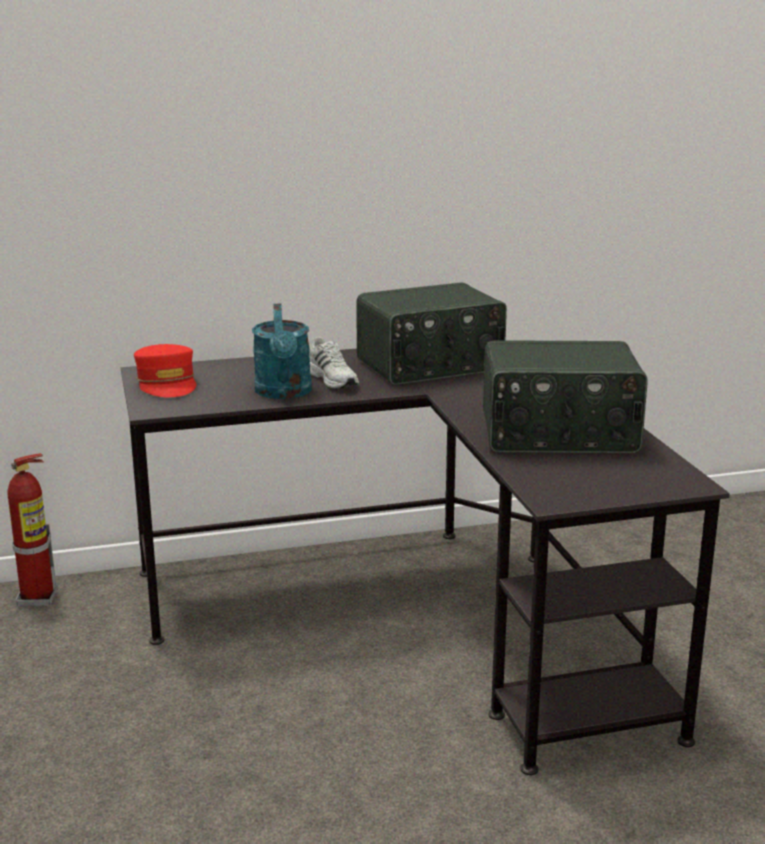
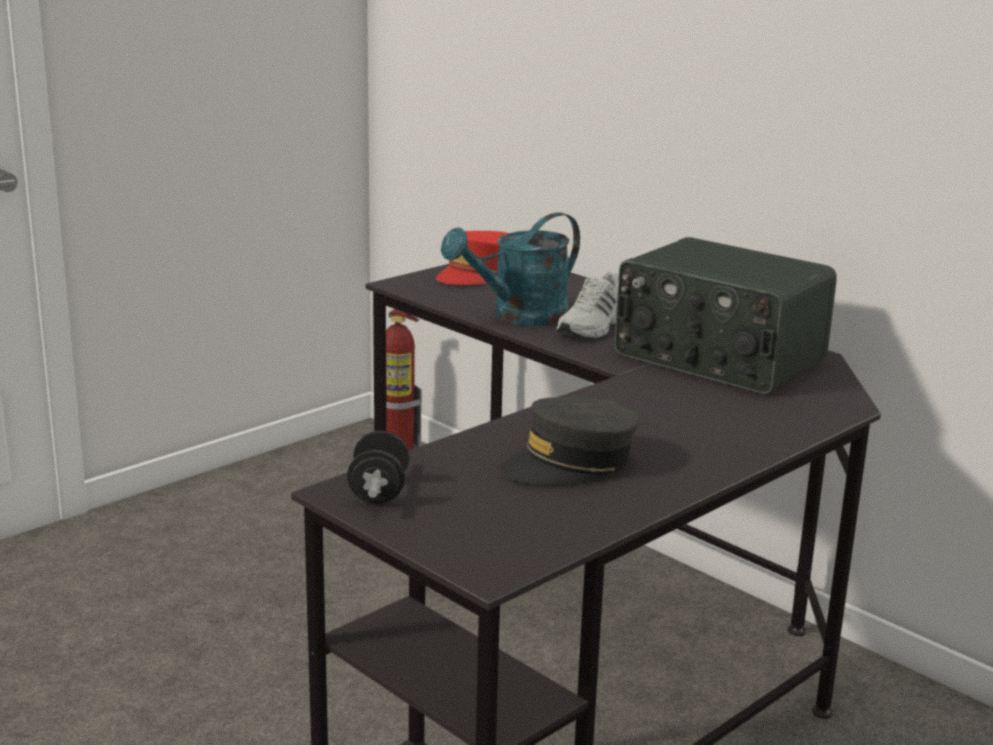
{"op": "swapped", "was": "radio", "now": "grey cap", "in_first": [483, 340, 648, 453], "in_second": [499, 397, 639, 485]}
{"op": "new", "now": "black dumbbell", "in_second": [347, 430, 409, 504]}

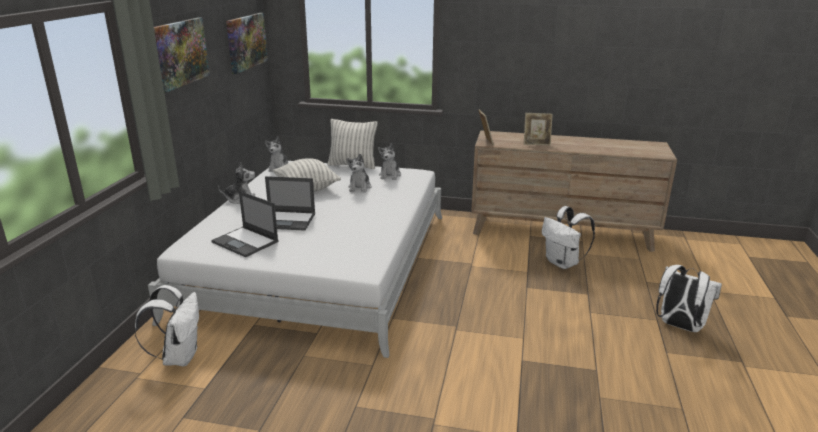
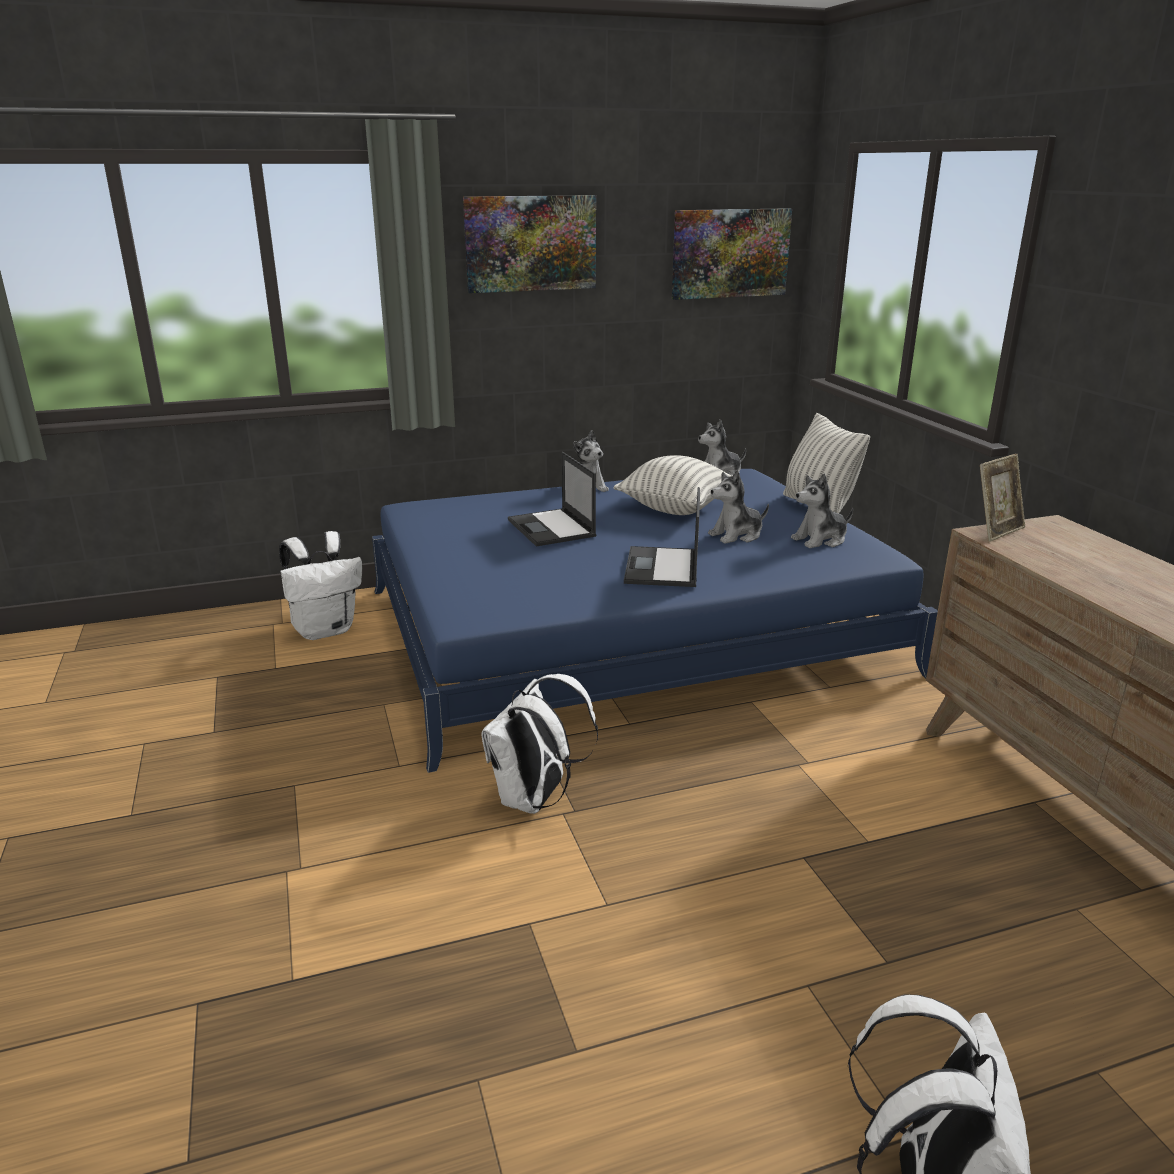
{"op": "gone", "was": "picture frame", "in_first": [524, 113, 553, 146]}
{"op": "repainted", "was": "white bed", "now": "blue bed", "in_first": [148, 161, 442, 358], "in_second": [372, 469, 938, 773]}
{"op": "shifted", "was": "laptop", "in_first": [211, 191, 279, 257], "in_second": [624, 487, 700, 587]}
{"op": "shifted", "was": "white backpack", "in_first": [542, 206, 595, 269], "in_second": [481, 674, 598, 814]}

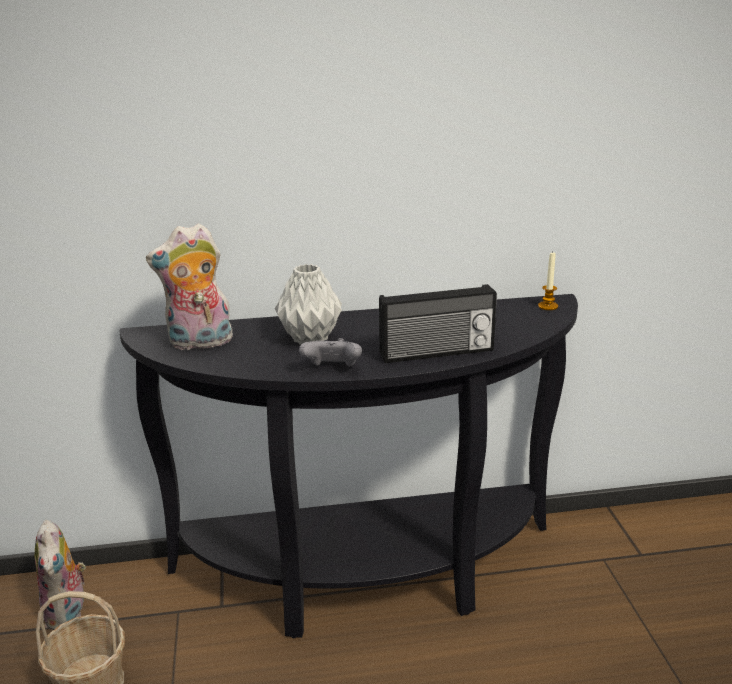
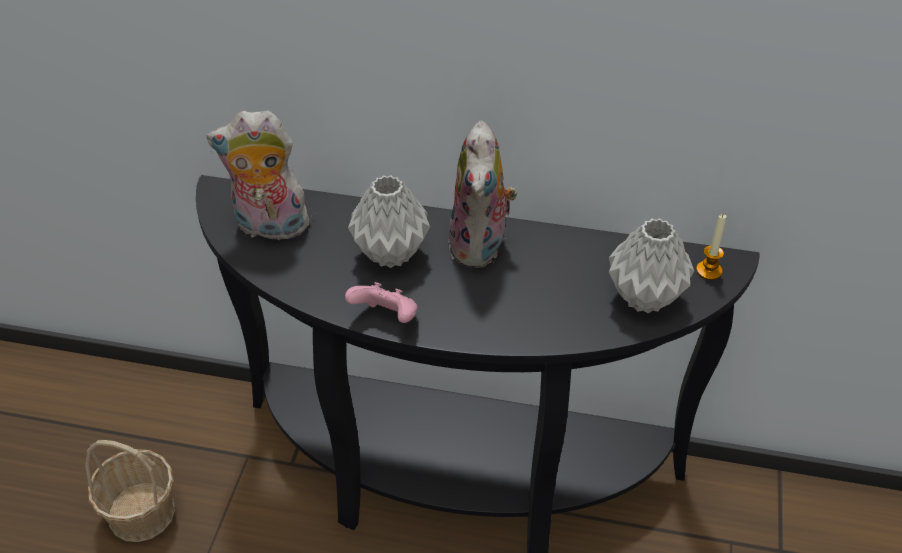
{"op": "gone", "was": "radio", "in_first": [379, 284, 497, 363]}
{"op": "repainted", "was": "grey game controller", "now": "pink game controller", "in_first": [299, 338, 362, 366], "in_second": [345, 282, 417, 323]}
{"op": "shifted", "was": "plush toy", "in_first": [35, 520, 86, 630], "in_second": [448, 121, 517, 268]}
{"op": "new", "now": "grey vase", "in_second": [609, 218, 694, 313]}

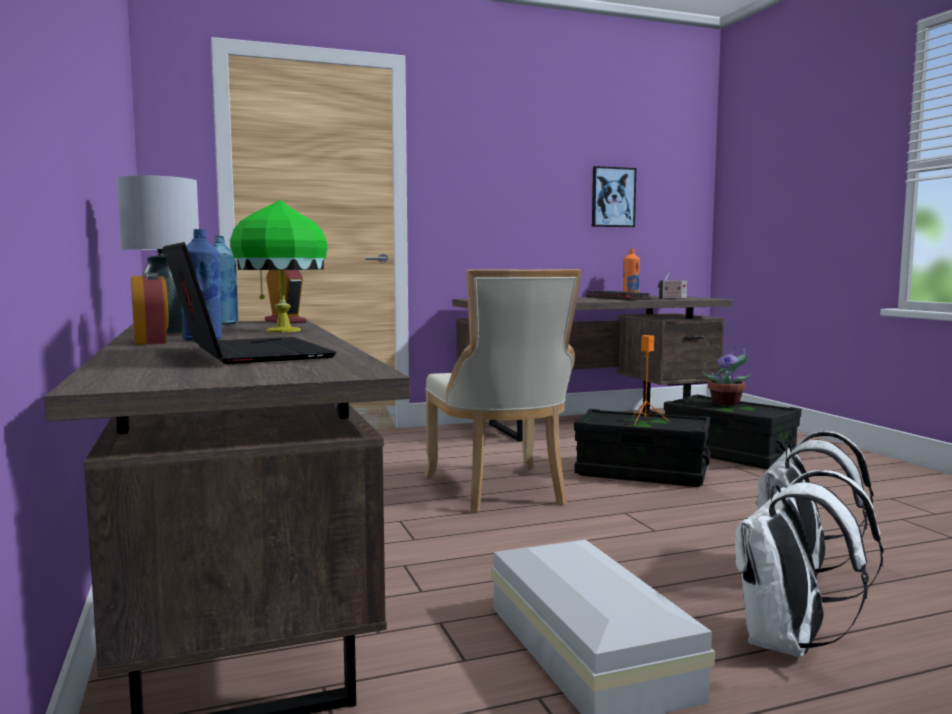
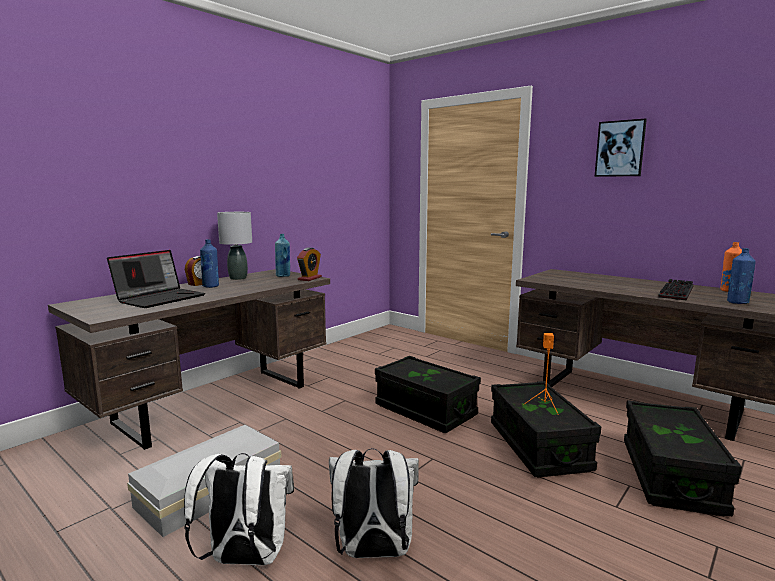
{"op": "shifted", "was": "picture", "in_first": [592, 166, 636, 227], "in_second": [595, 118, 647, 177]}
{"op": "gone", "was": "green table lamp", "in_first": [230, 200, 327, 332]}
{"op": "swapped", "was": "beige chair", "now": "black storage box", "in_first": [425, 269, 582, 513], "in_second": [375, 356, 481, 433]}
{"op": "swapped", "was": "radio", "now": "blue bottle", "in_first": [658, 270, 687, 299], "in_second": [727, 248, 756, 304]}
{"op": "gone", "was": "potted plant", "in_first": [702, 346, 751, 405]}

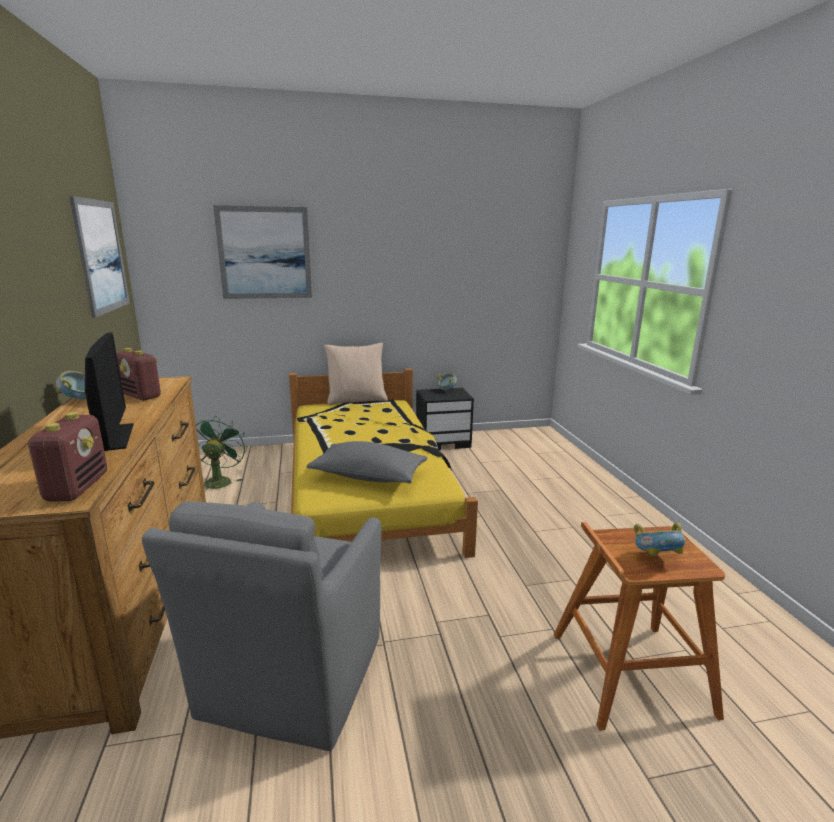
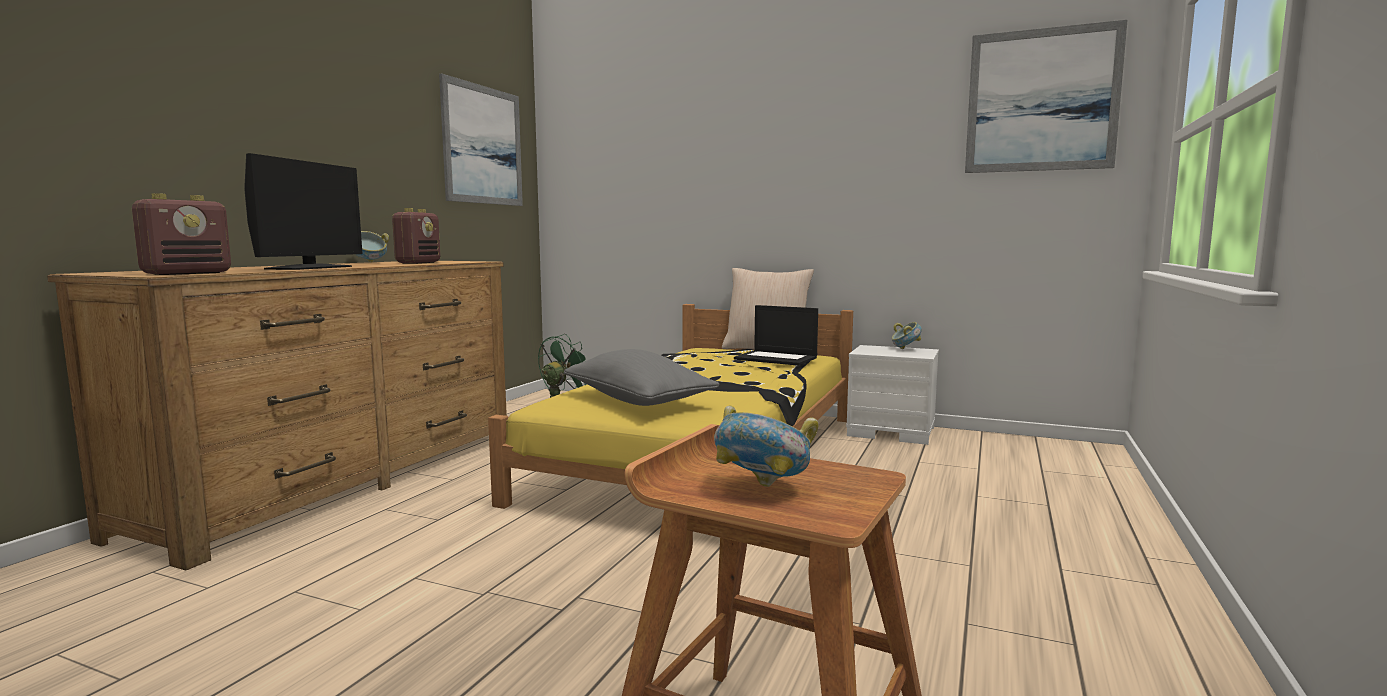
{"op": "shifted", "was": "picture", "in_first": [213, 205, 312, 299], "in_second": [965, 20, 1127, 173]}
{"op": "rotated", "was": "radio", "in_first": [116, 348, 161, 401], "in_second": [392, 208, 440, 264], "clockwise": -150}
{"op": "repainted", "was": "black nightstand", "now": "white nightstand", "in_first": [416, 388, 474, 450], "in_second": [846, 345, 939, 445]}
{"op": "gone", "was": "grey armchair", "in_first": [142, 501, 381, 751]}
{"op": "new", "now": "laptop", "in_second": [734, 305, 818, 366]}

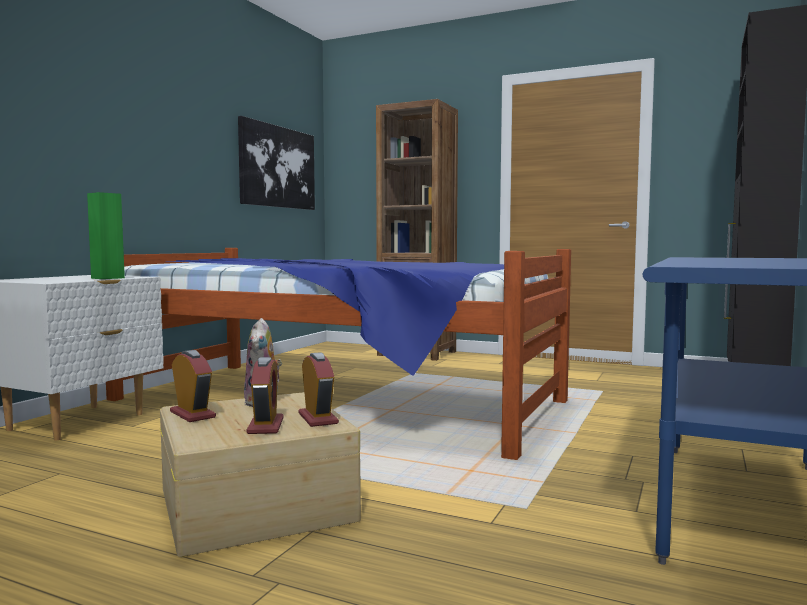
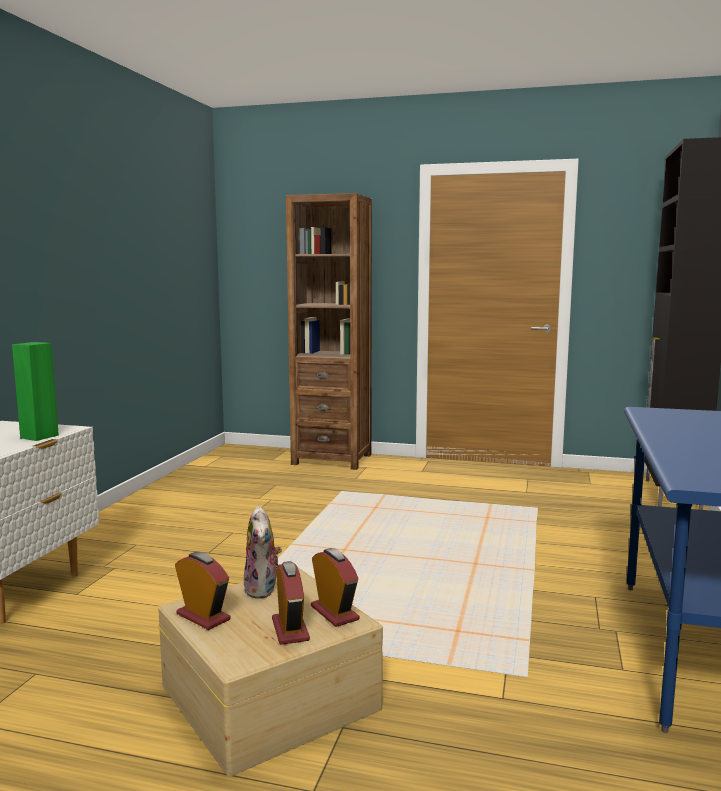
{"op": "gone", "was": "picture", "in_first": [238, 116, 315, 210]}
{"op": "gone", "was": "bed", "in_first": [106, 248, 571, 460]}

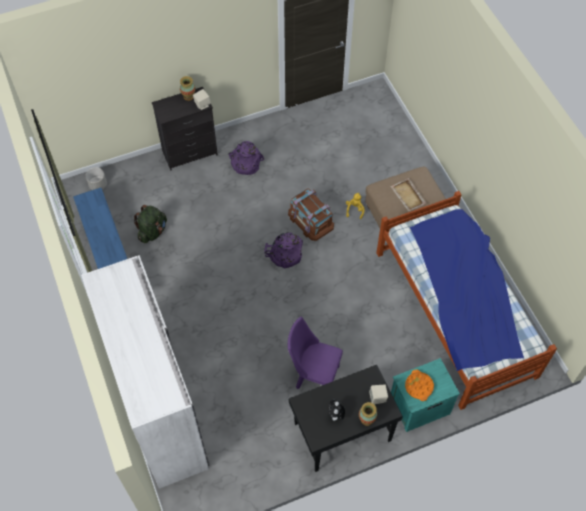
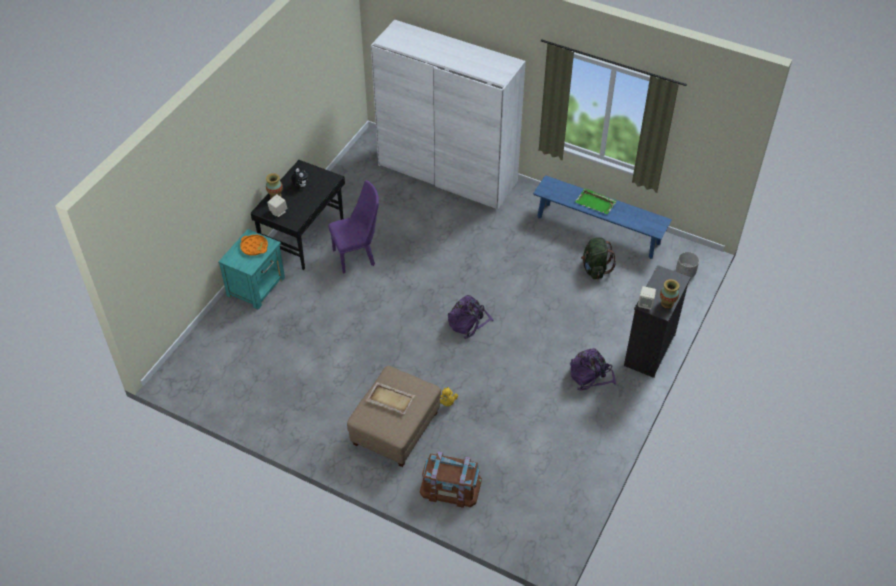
{"op": "shifted", "was": "brown storage box", "in_first": [288, 188, 334, 241], "in_second": [420, 451, 482, 508]}
{"op": "gone", "was": "bed", "in_first": [376, 191, 557, 410]}
{"op": "new", "now": "green tray", "in_second": [575, 188, 617, 214]}

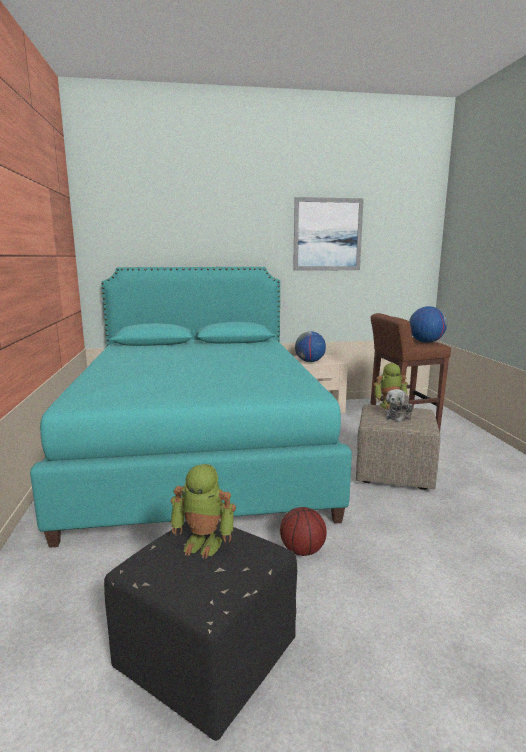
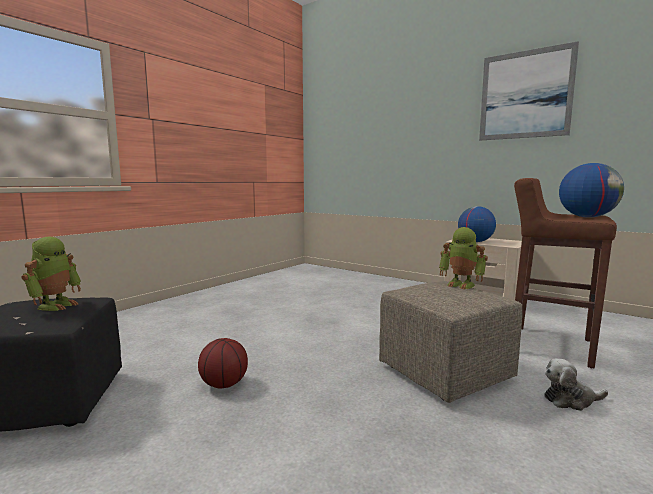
{"op": "gone", "was": "turquoise bed", "in_first": [30, 267, 352, 548]}
{"op": "shifted", "was": "plush toy", "in_first": [385, 389, 413, 422], "in_second": [545, 358, 608, 411]}
{"op": "rotated", "was": "toy robot", "in_first": [170, 464, 236, 559], "in_second": [22, 237, 81, 311], "clockwise": -135}

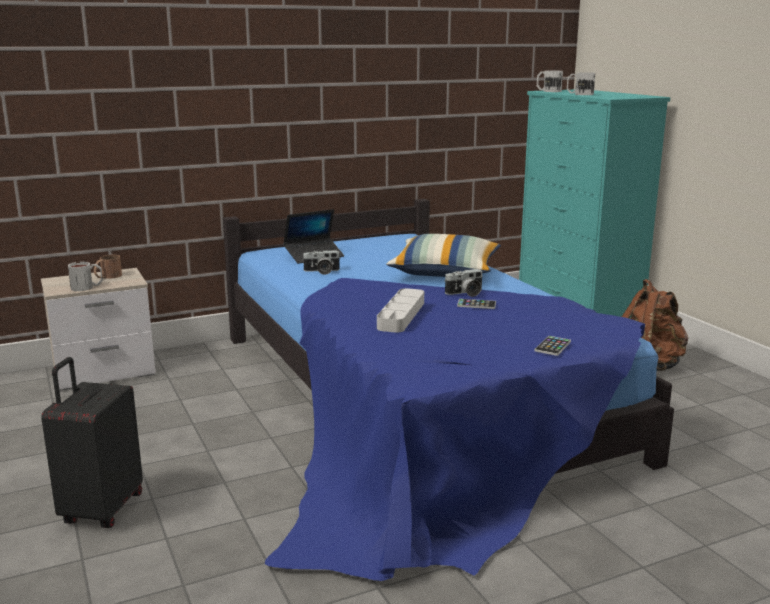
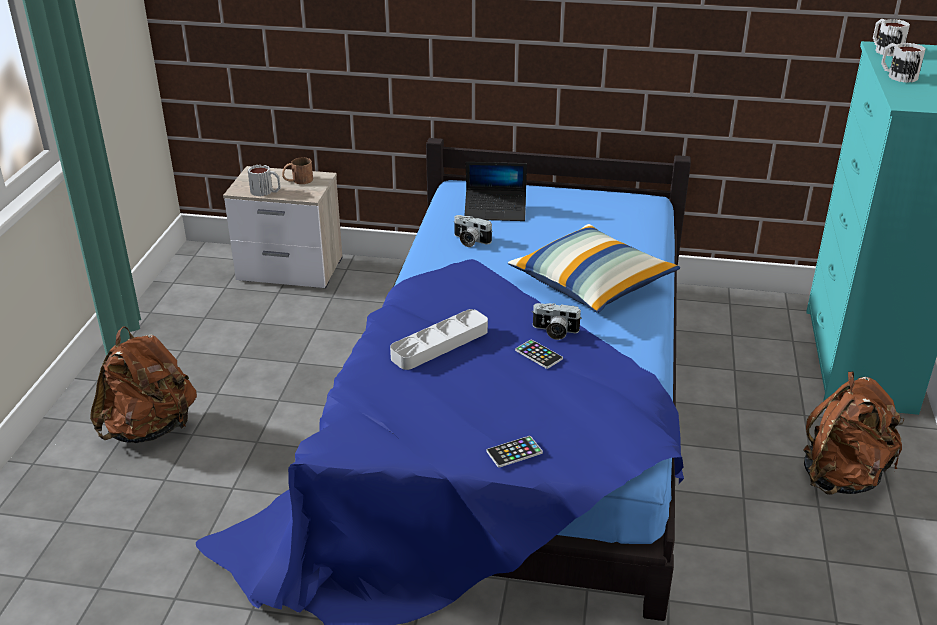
{"op": "swapped", "was": "black suitcase", "now": "brown backpack", "in_first": [41, 357, 143, 528], "in_second": [90, 327, 197, 443]}

